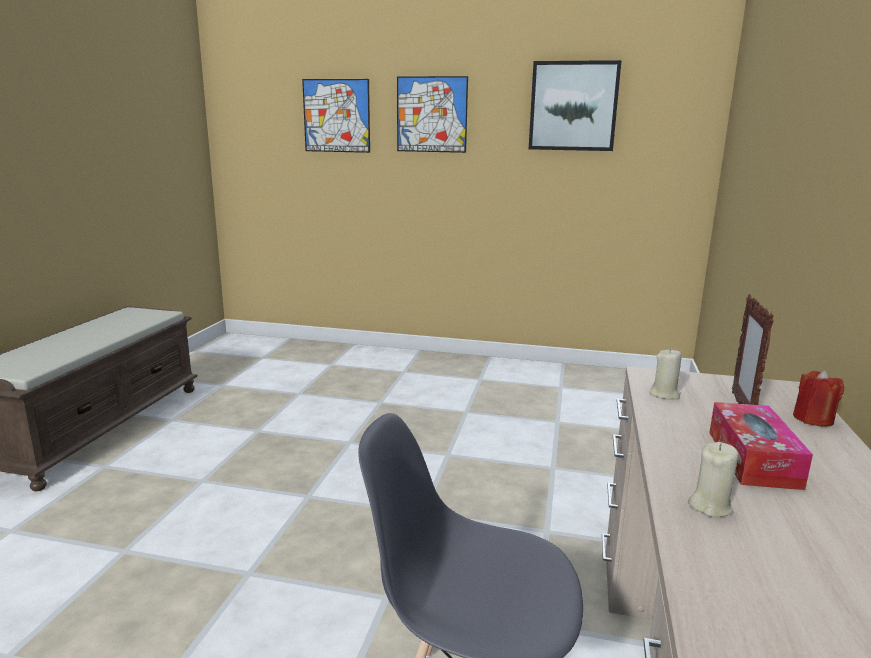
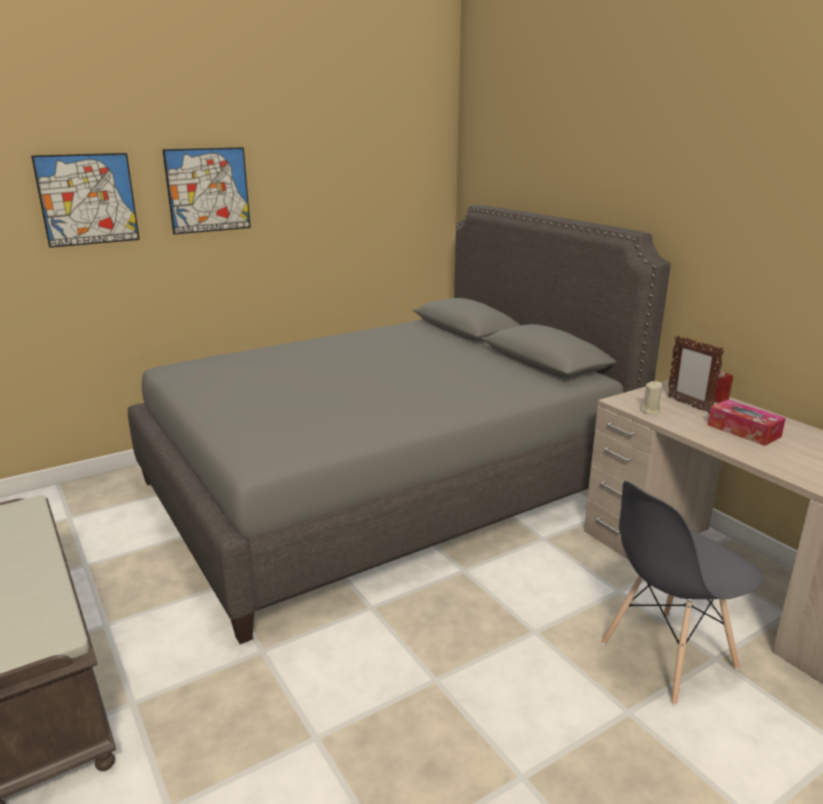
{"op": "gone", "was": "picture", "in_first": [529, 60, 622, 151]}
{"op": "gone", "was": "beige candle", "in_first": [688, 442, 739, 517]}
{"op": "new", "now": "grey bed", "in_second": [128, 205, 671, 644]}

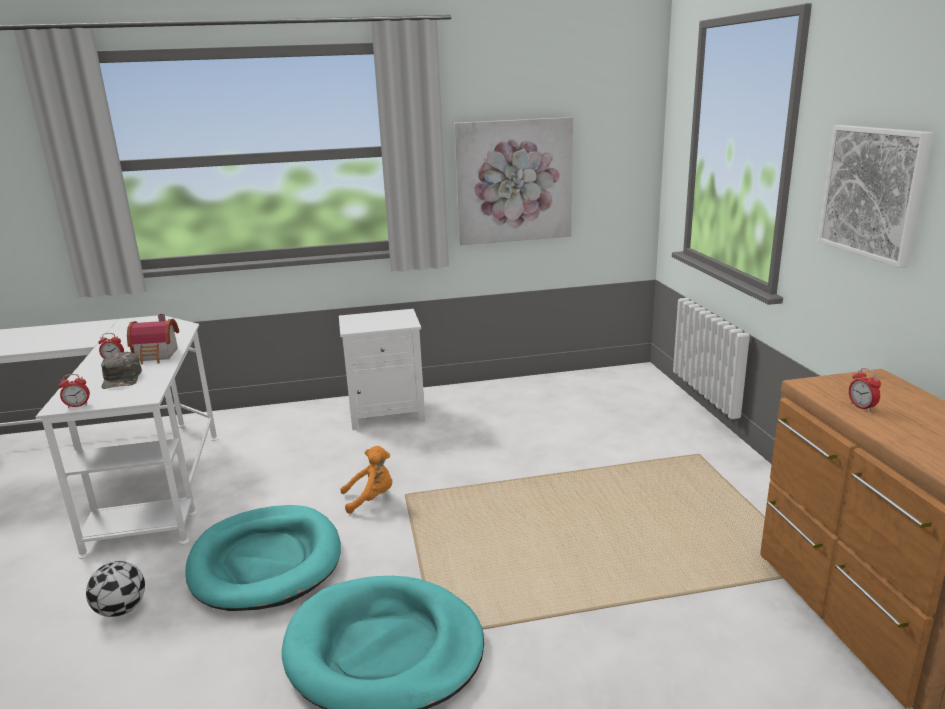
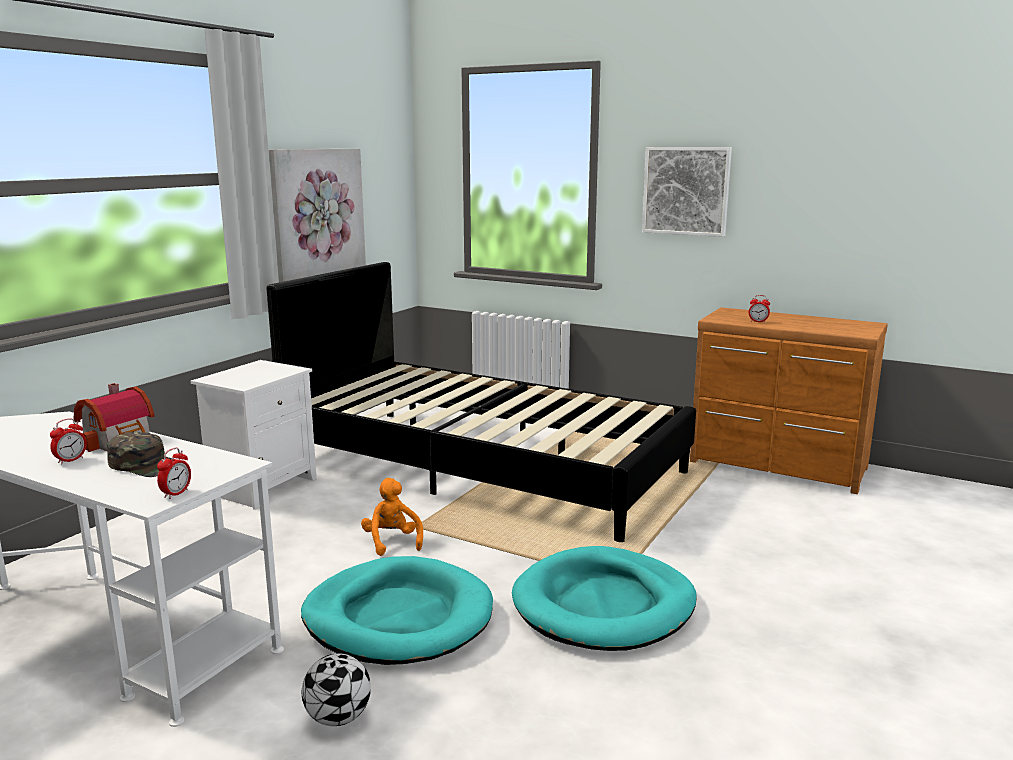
{"op": "rotated", "was": "orange plush toy", "in_first": [340, 446, 392, 514], "in_second": [361, 478, 423, 556], "clockwise": -45}
{"op": "new", "now": "black bed", "in_second": [267, 262, 696, 542]}

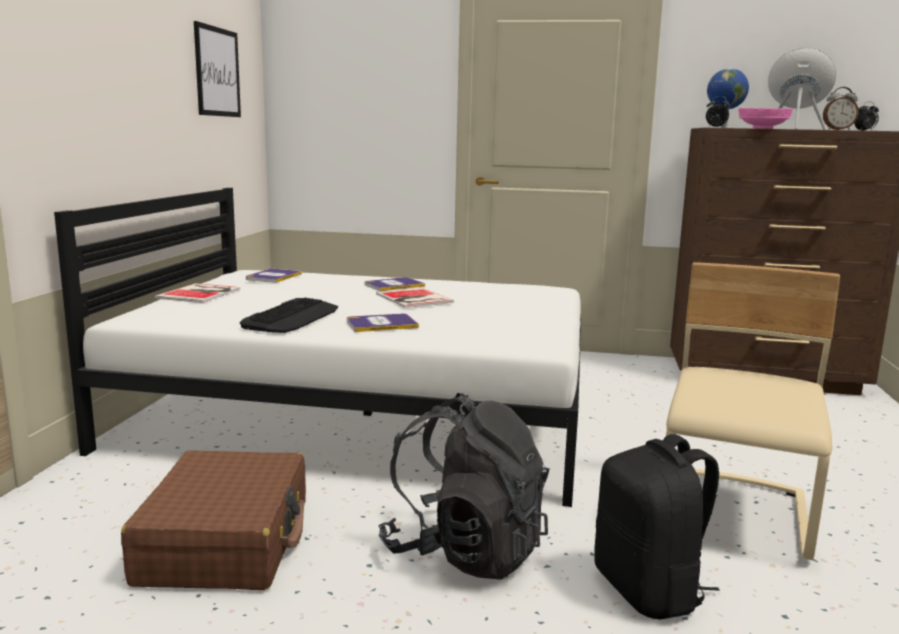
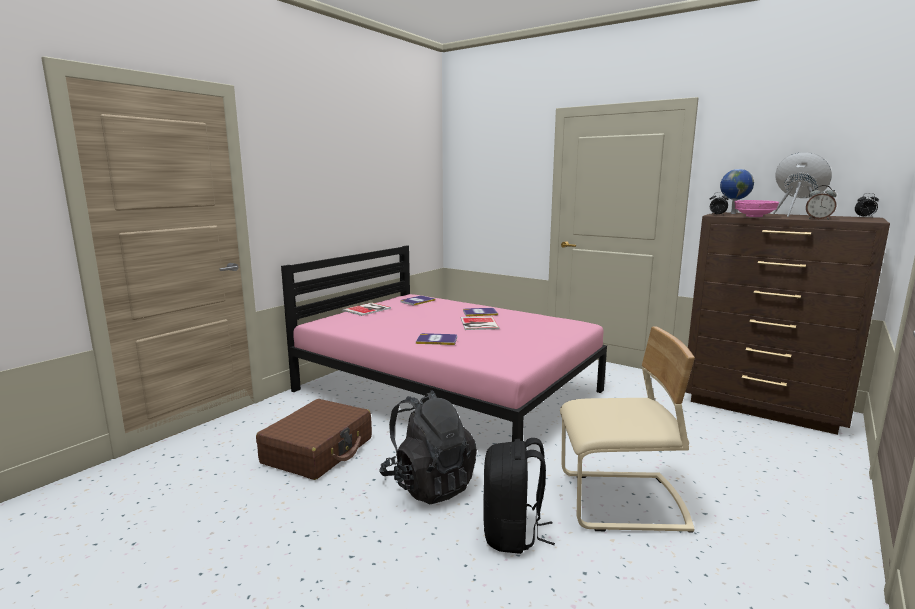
{"op": "gone", "was": "picture", "in_first": [194, 21, 241, 117]}
{"op": "repainted", "was": "white bed", "now": "pink bed", "in_first": [54, 188, 581, 507], "in_second": [281, 246, 607, 442]}
{"op": "rotated", "was": "beige chair", "in_first": [666, 262, 840, 560], "in_second": [560, 327, 695, 533], "clockwise": 45}
{"op": "gone", "was": "keyboard", "in_first": [240, 298, 338, 333]}

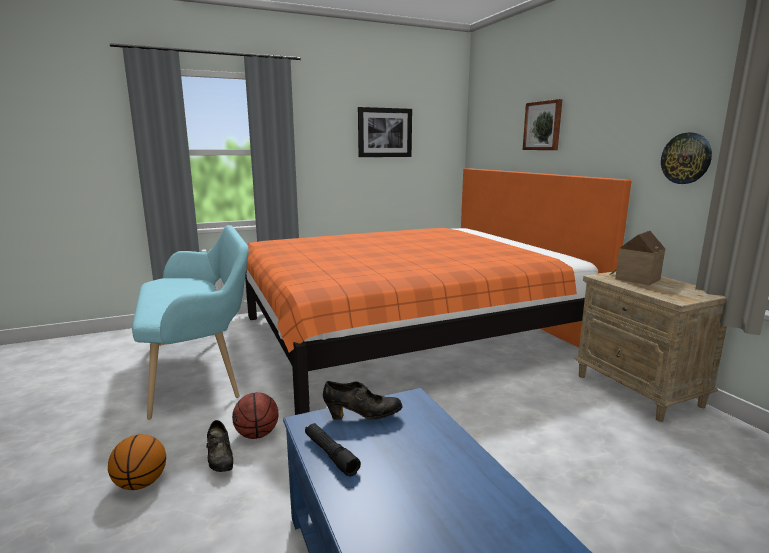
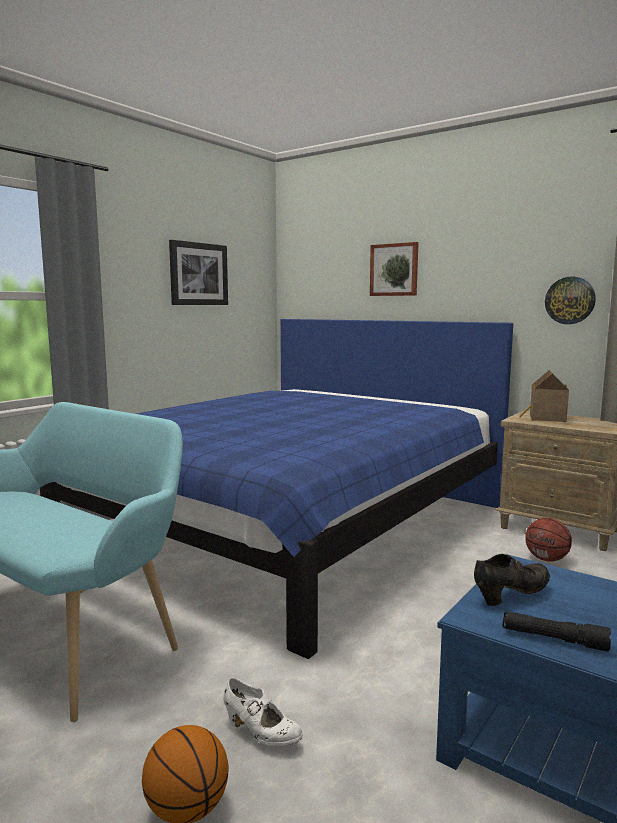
{"op": "repainted", "was": "orange bed", "now": "blue bed", "in_first": [245, 168, 632, 415], "in_second": [40, 319, 513, 659]}
{"op": "shifted", "was": "basketball", "in_first": [232, 392, 278, 439], "in_second": [525, 518, 572, 562]}
{"op": "repainted", "was": "black shoe", "now": "white shoe", "in_first": [207, 420, 233, 472], "in_second": [224, 678, 303, 746]}

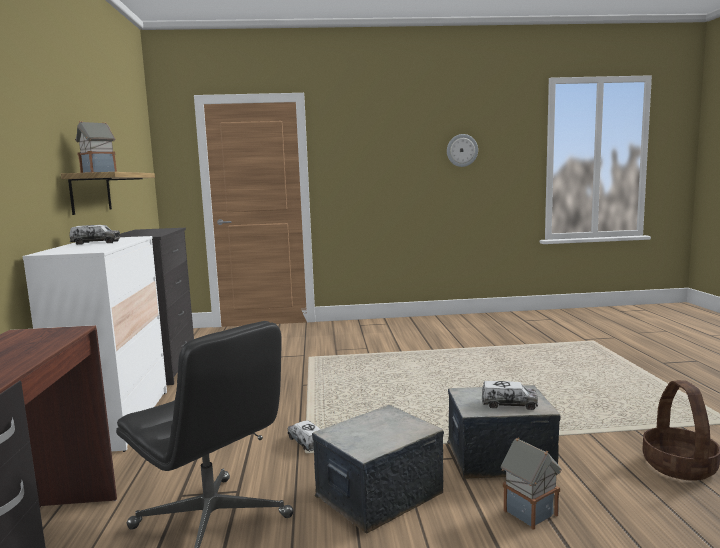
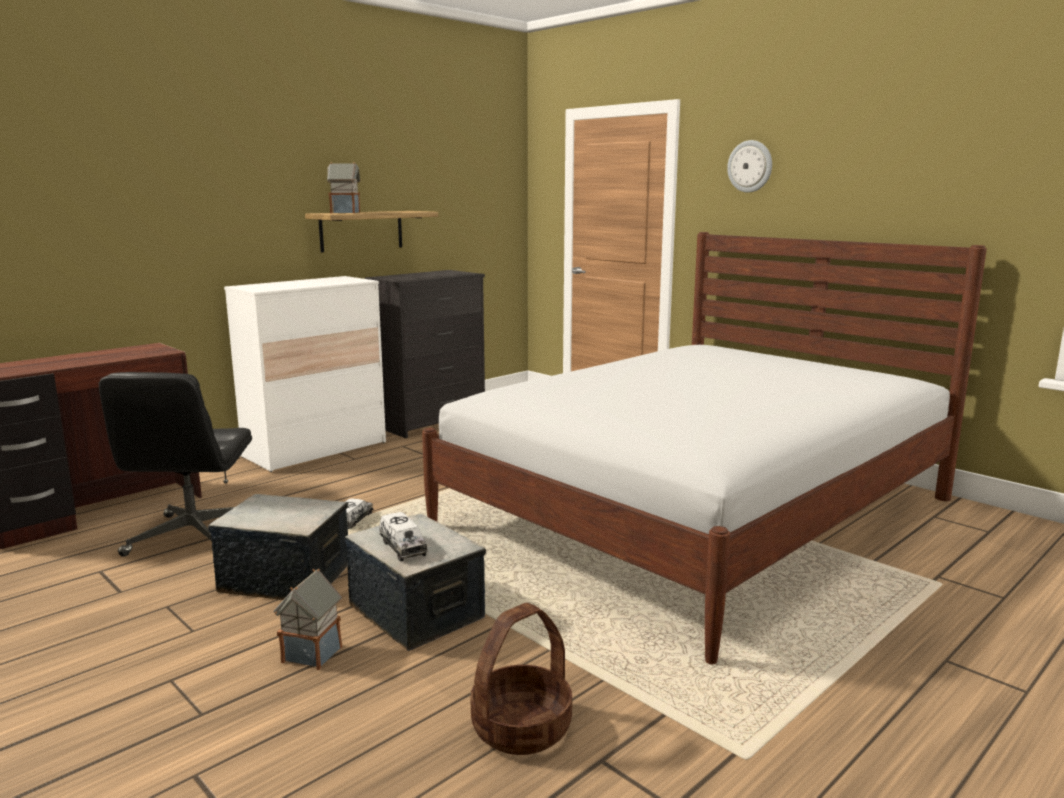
{"op": "shifted", "was": "wall clock", "in_first": [447, 134, 478, 167], "in_second": [727, 140, 772, 193]}
{"op": "gone", "was": "toy truck", "in_first": [70, 225, 120, 245]}
{"op": "new", "now": "white bed", "in_second": [422, 232, 987, 664]}

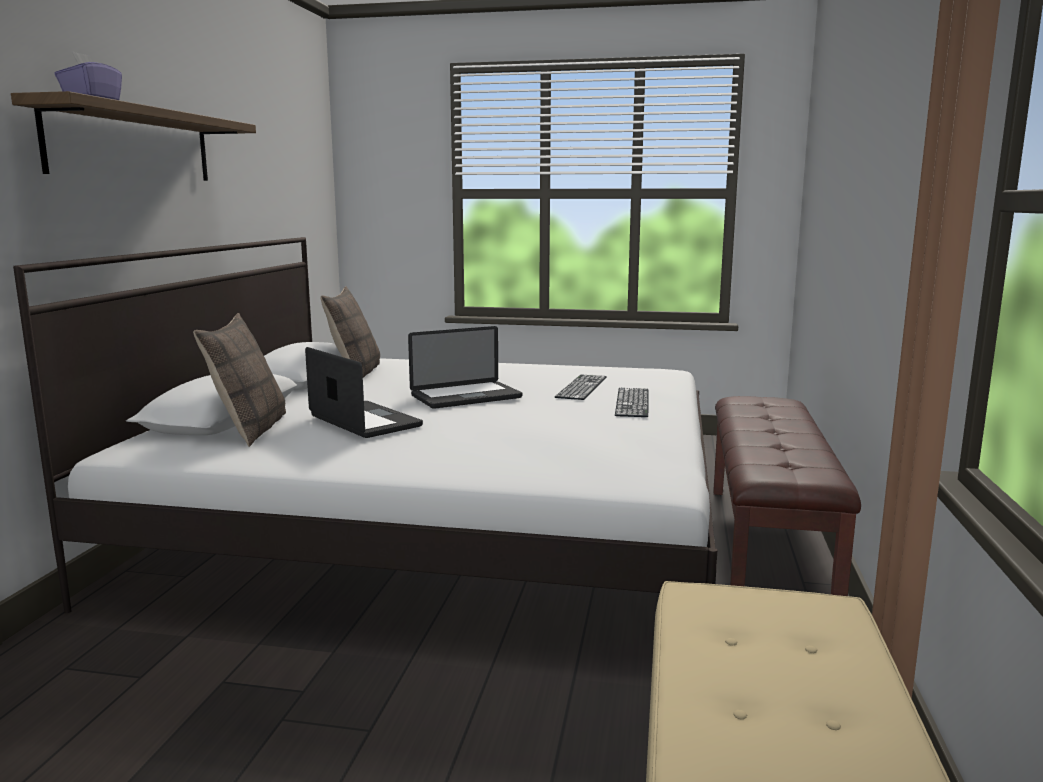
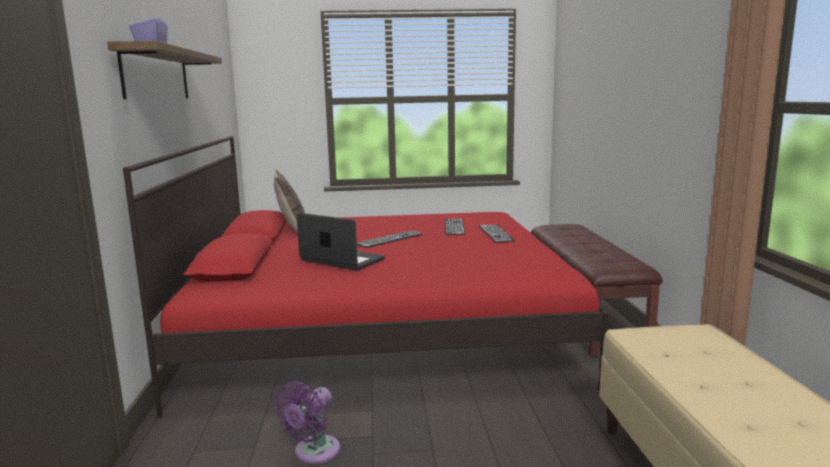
{"op": "repainted", "was": "white bed", "now": "red bed", "in_first": [13, 237, 717, 613], "in_second": [123, 136, 608, 418]}
{"op": "gone", "was": "pillow", "in_first": [193, 313, 286, 447]}
{"op": "swapped", "was": "laptop", "now": "keyboard", "in_first": [408, 326, 522, 409], "in_second": [357, 231, 423, 248]}
{"op": "new", "now": "purple fan", "in_second": [275, 381, 340, 464]}

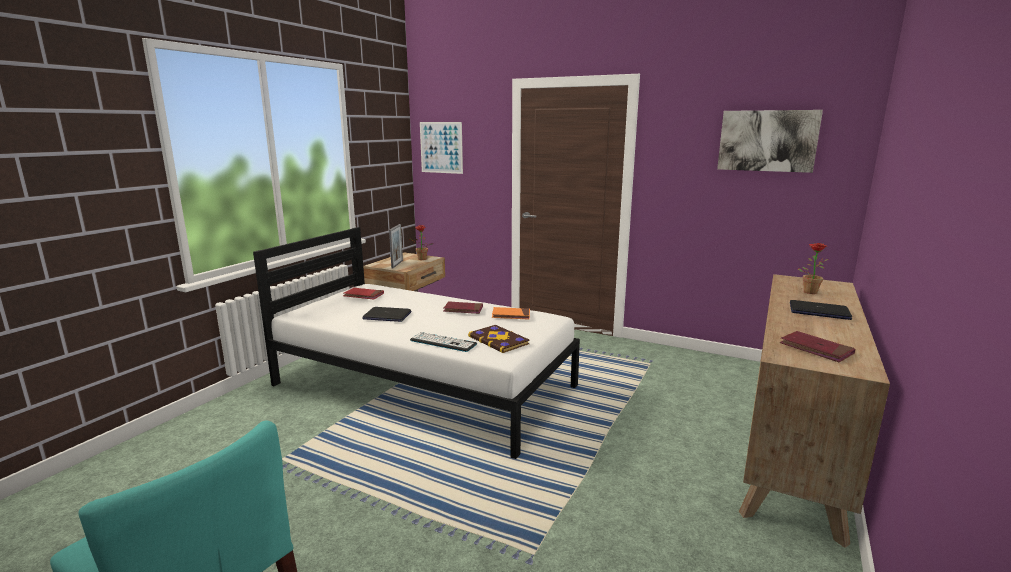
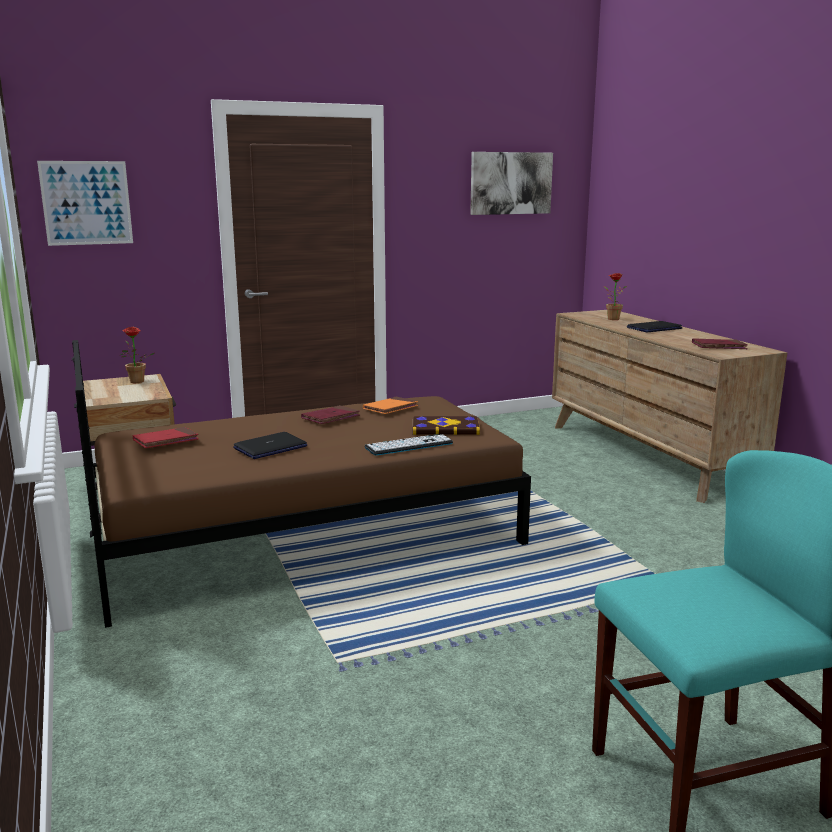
{"op": "gone", "was": "picture frame", "in_first": [389, 224, 403, 268]}
{"op": "repainted", "was": "white bed", "now": "brown bed", "in_first": [253, 227, 580, 459], "in_second": [72, 340, 531, 628]}

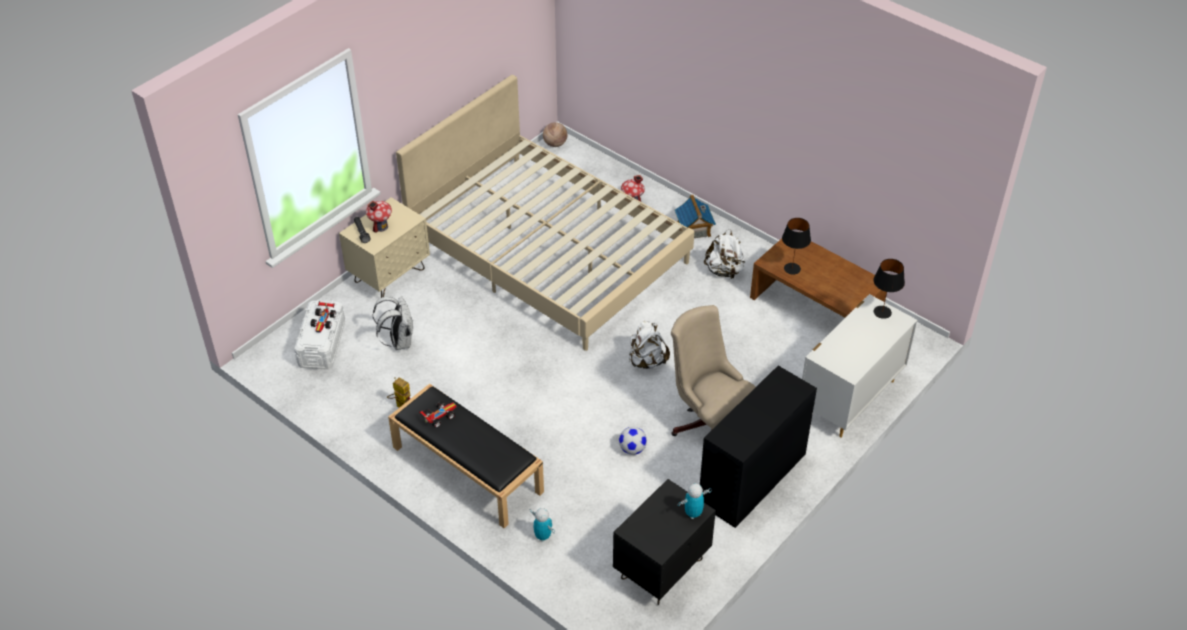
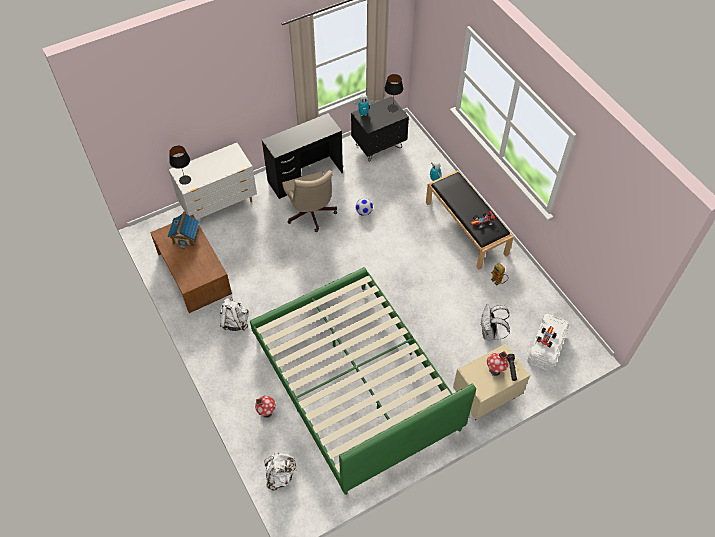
{"op": "repainted", "was": "beige bed", "now": "green bed", "in_first": [396, 75, 694, 351], "in_second": [250, 267, 476, 495]}
{"op": "gone", "was": "basketball", "in_first": [543, 122, 567, 147]}
{"op": "shifted", "was": "toy house", "in_first": [675, 195, 716, 238], "in_second": [167, 212, 200, 248]}
{"op": "shifted", "was": "black table lamp", "in_first": [782, 218, 811, 274], "in_second": [384, 74, 403, 112]}
{"op": "shifted", "was": "white backpack", "in_first": [629, 321, 670, 369], "in_second": [264, 452, 296, 491]}

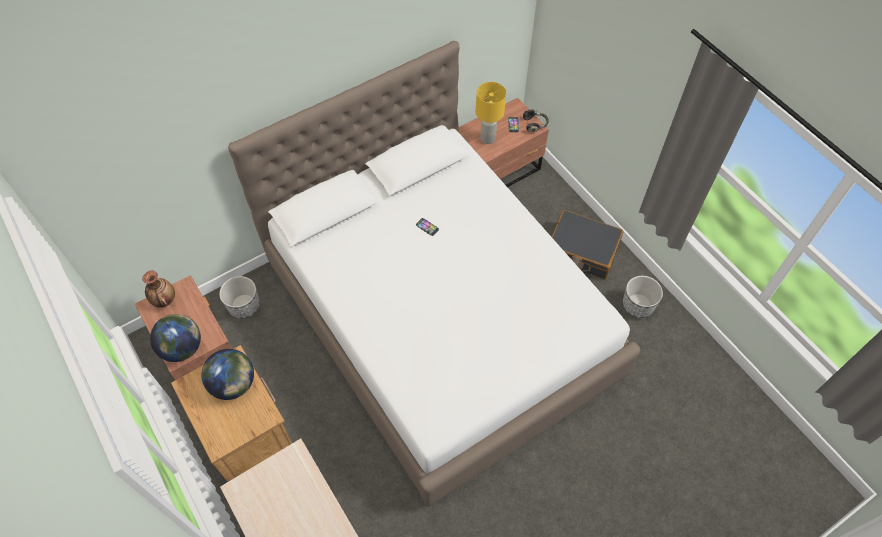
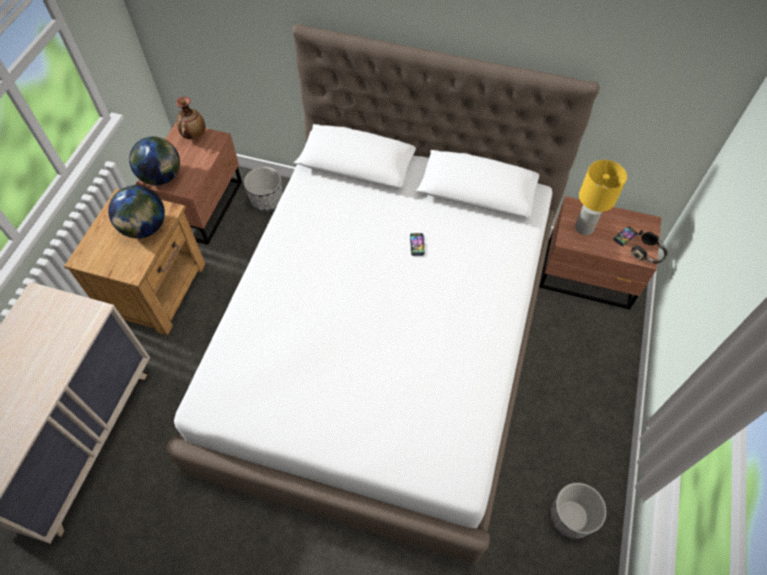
{"op": "gone", "was": "black suitcase", "in_first": [551, 210, 624, 279]}

